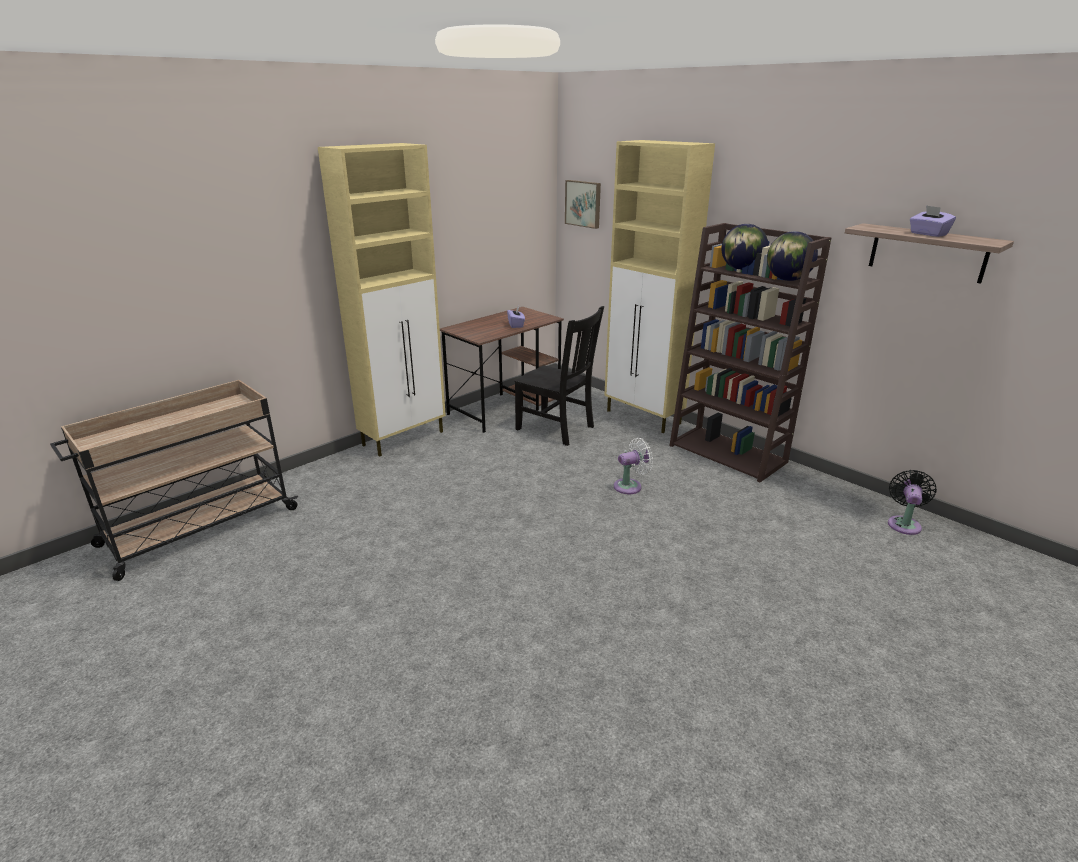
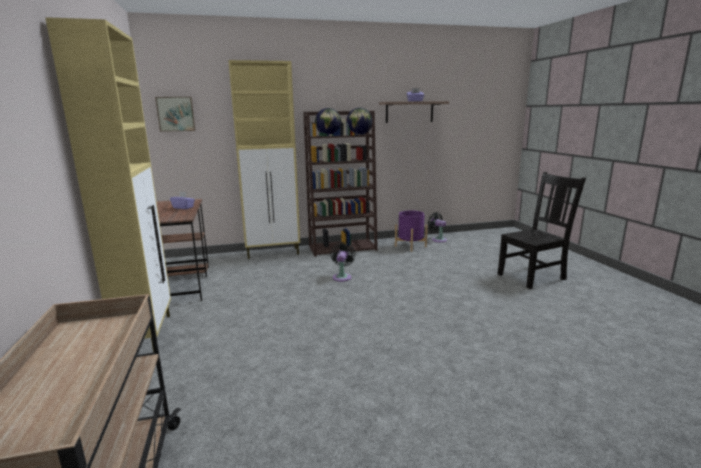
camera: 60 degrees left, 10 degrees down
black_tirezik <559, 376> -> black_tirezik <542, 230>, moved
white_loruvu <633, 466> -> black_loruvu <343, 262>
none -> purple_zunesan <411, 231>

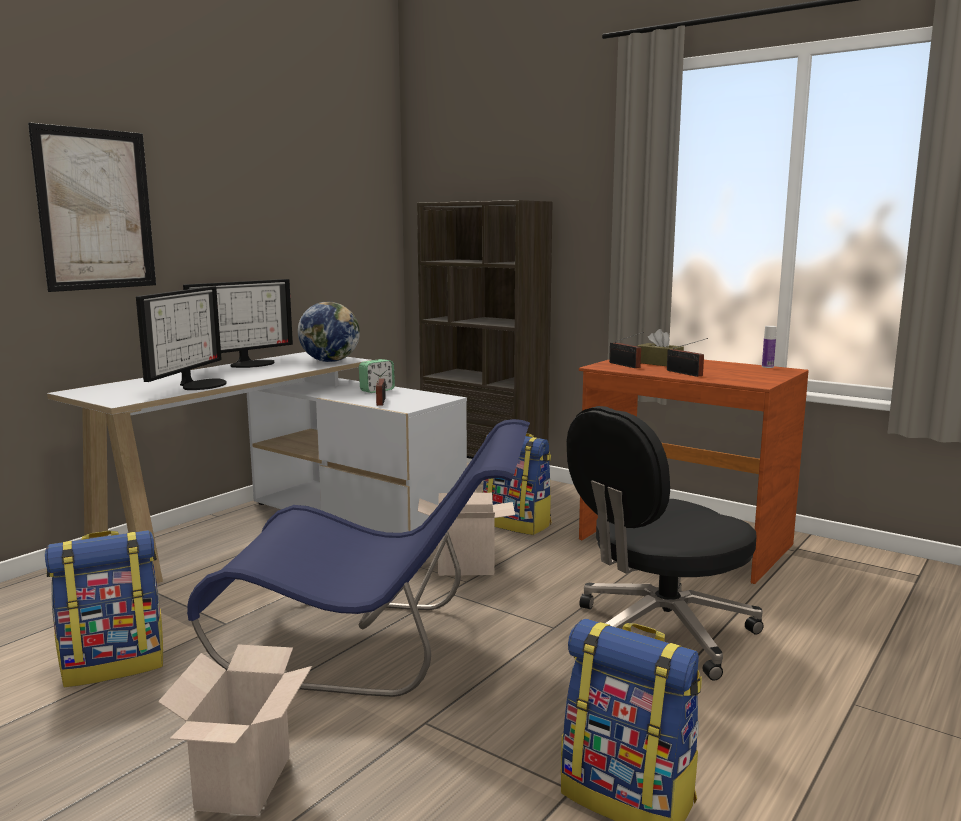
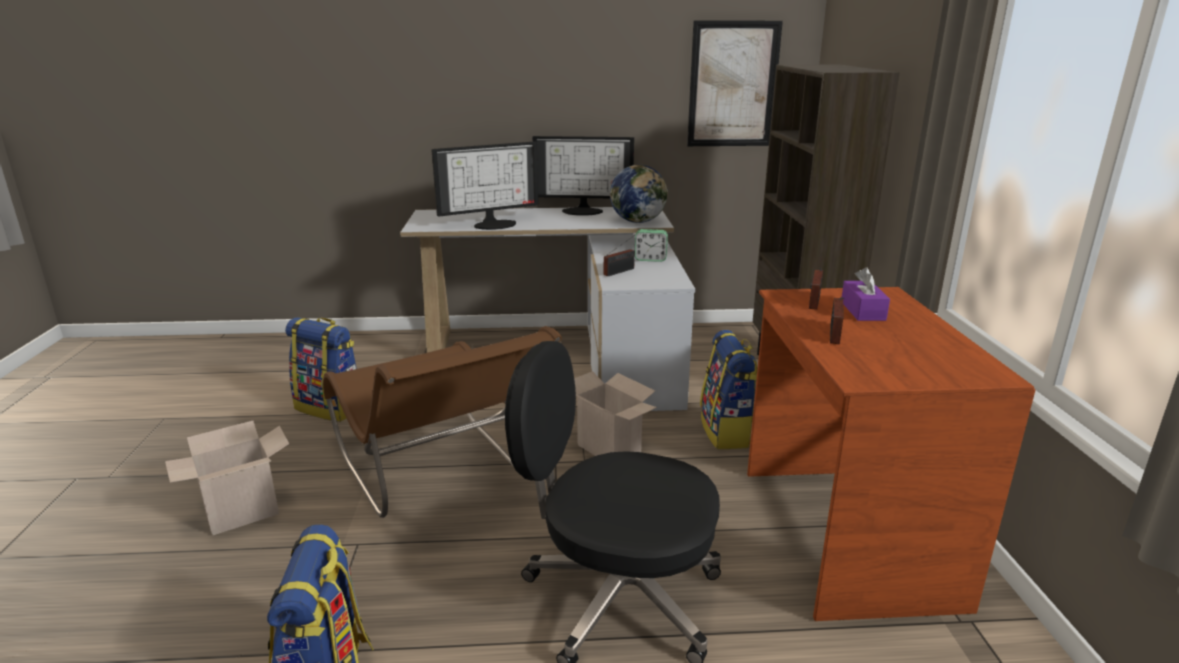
camera: 50 degrees right, 10 degrees up
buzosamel <92, 207> -> buzosamel <735, 83>, moved
blue_tirezik <358, 558> -> brown_tirezik <442, 422>
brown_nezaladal <660, 347> -> purple_nezaladal <866, 294>
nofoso <769, 347> -> none

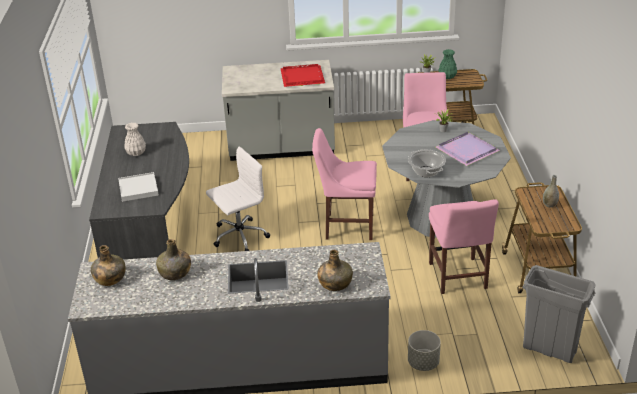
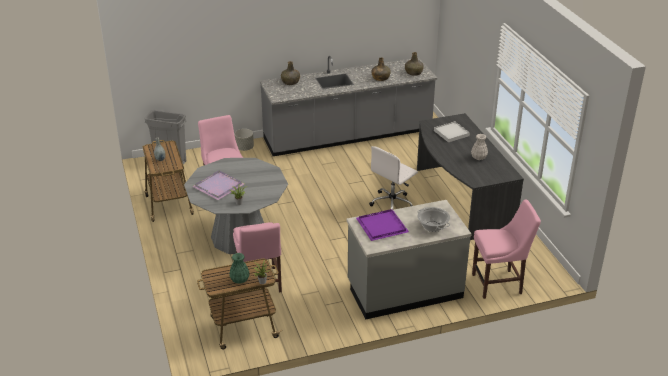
camera: 165 degrees right, 0 degrees up
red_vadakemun <302, 75> -> purple_vadakemun <382, 225>
pink_tirezik <344, 184> -> pink_tirezik <506, 249>, moved
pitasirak <427, 163> -> pitasirak <433, 219>, moved

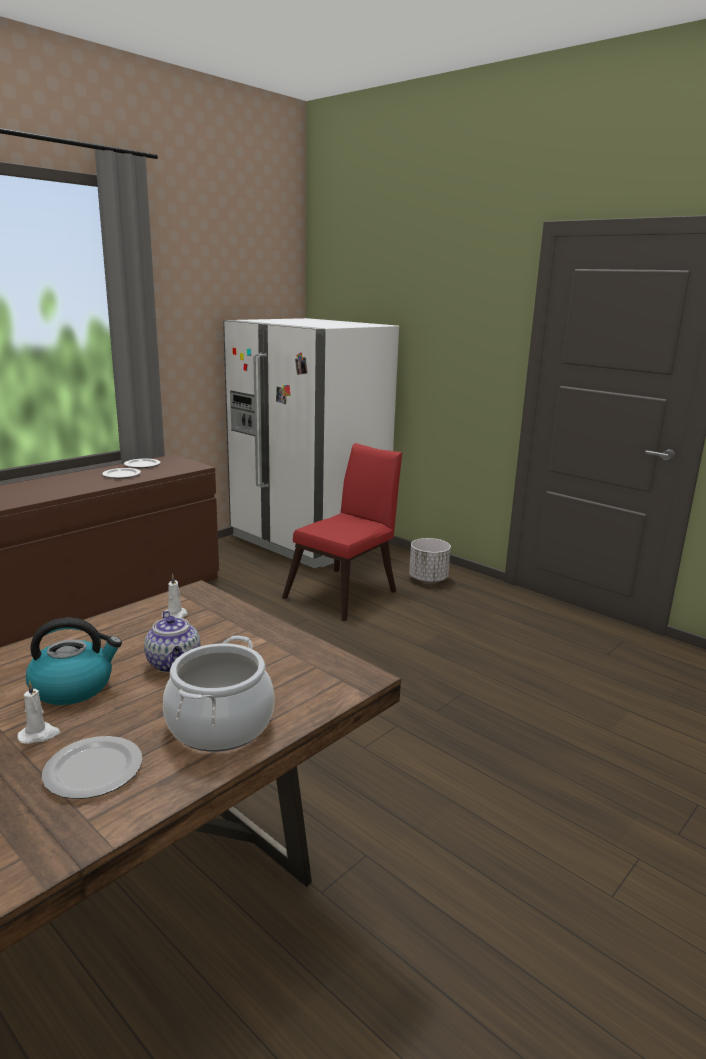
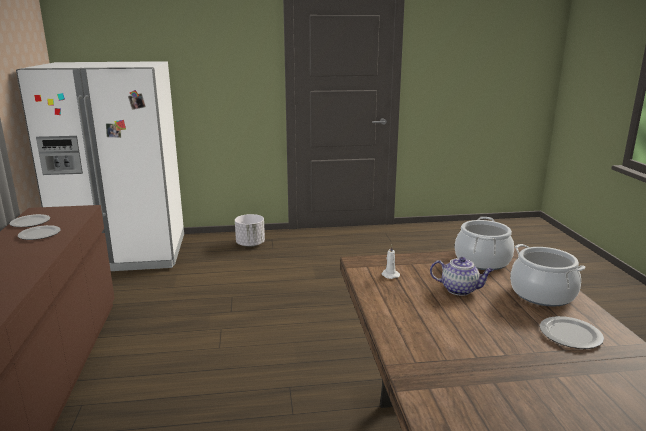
camera: 50 degrees left, 0 degrees up
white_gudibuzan <38, 712> -> none
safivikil <74, 661> -> none
red_tirezik <342, 532> -> none
none -> pitasirak <484, 243>

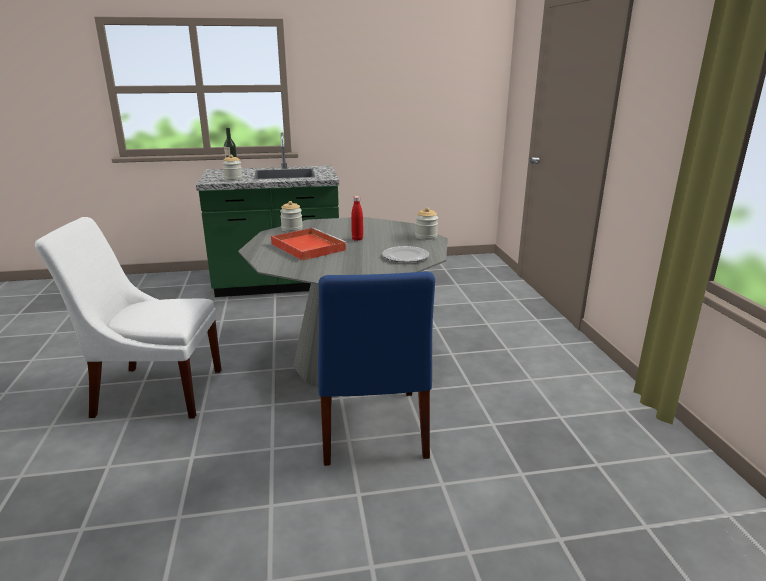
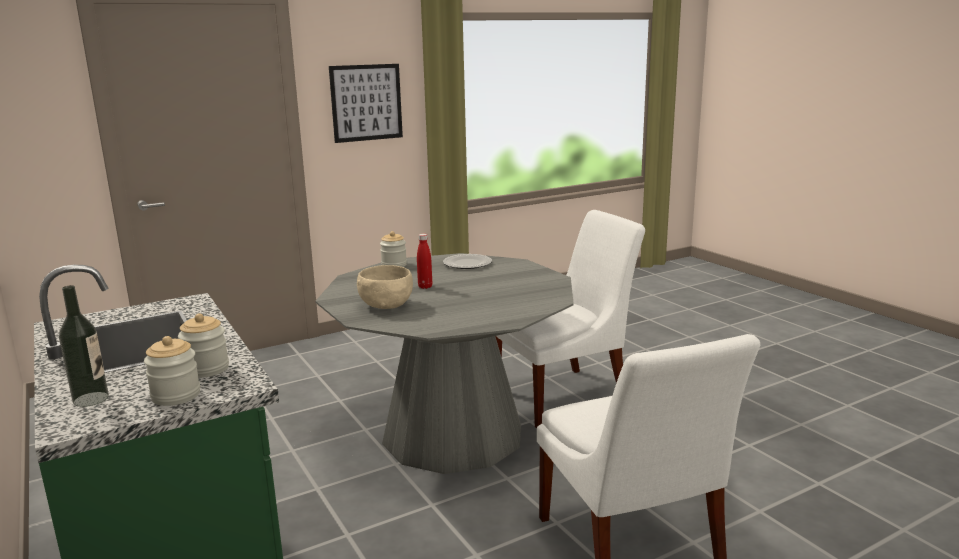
camera: 110 degrees left, 5 degrees down
red_vadakemun <309, 244> -> none
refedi <291, 216> -> refedi <172, 371>, moved
blue_tirezik <376, 368> -> white_tirezik <570, 319>
none -> buzosamel <366, 103>
none -> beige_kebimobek <385, 287>

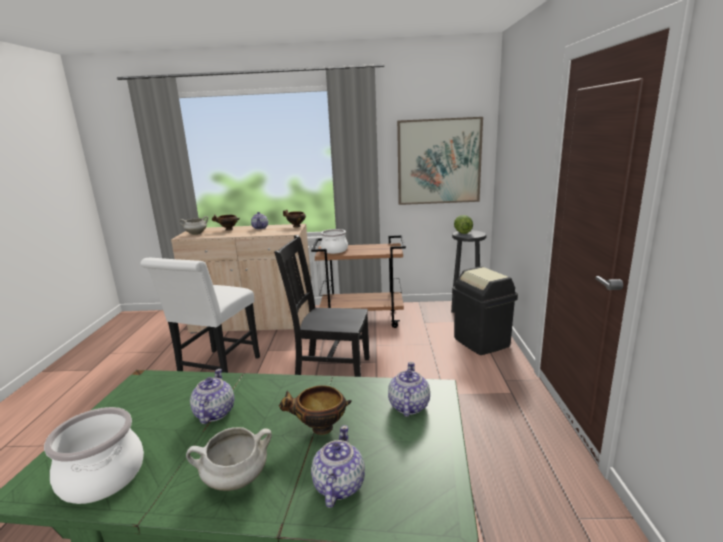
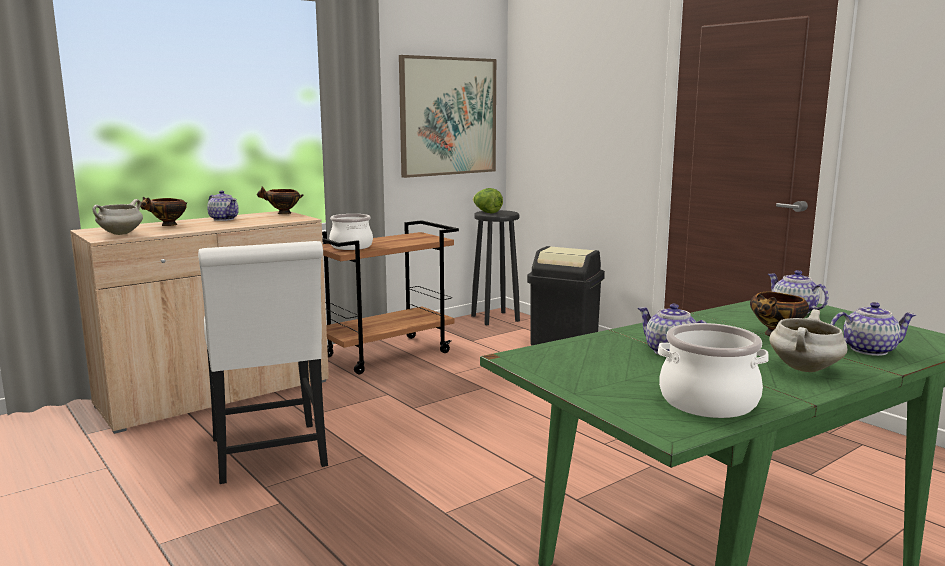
camera: 40 degrees left, 5 degrees down
black_tirezik <321, 306> -> none
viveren <338, 466> -> viveren <873, 329>, 120 degrees clockwise

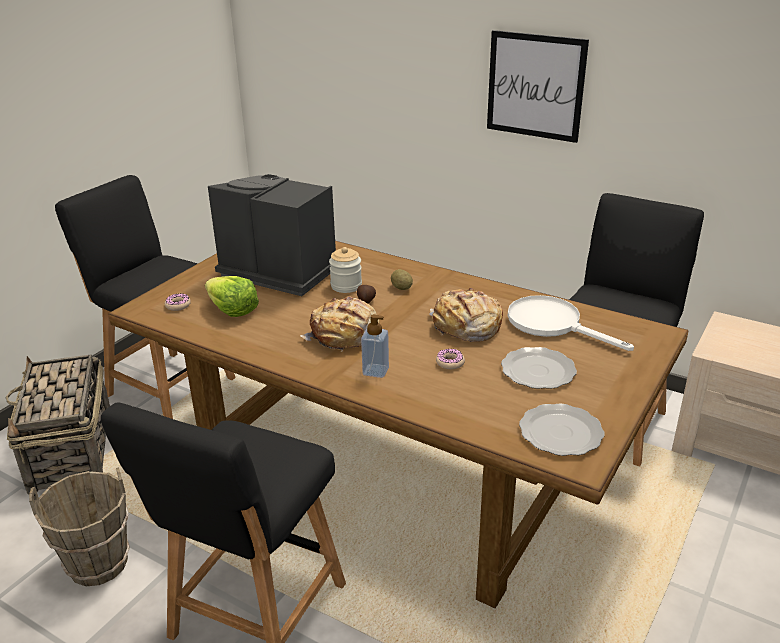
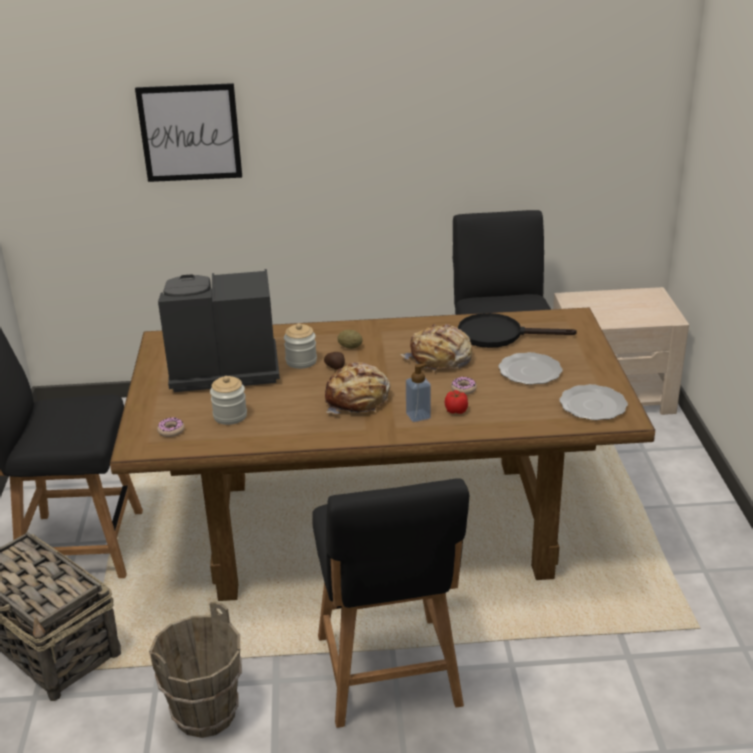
camera: 35 degrees left, 0 degrees up
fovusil <232, 296> -> refedi <228, 400>
buzosamel <538, 86> -> buzosamel <188, 132>, moved
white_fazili <571, 323> -> black_fazili <517, 330>
none -> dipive <456, 402>

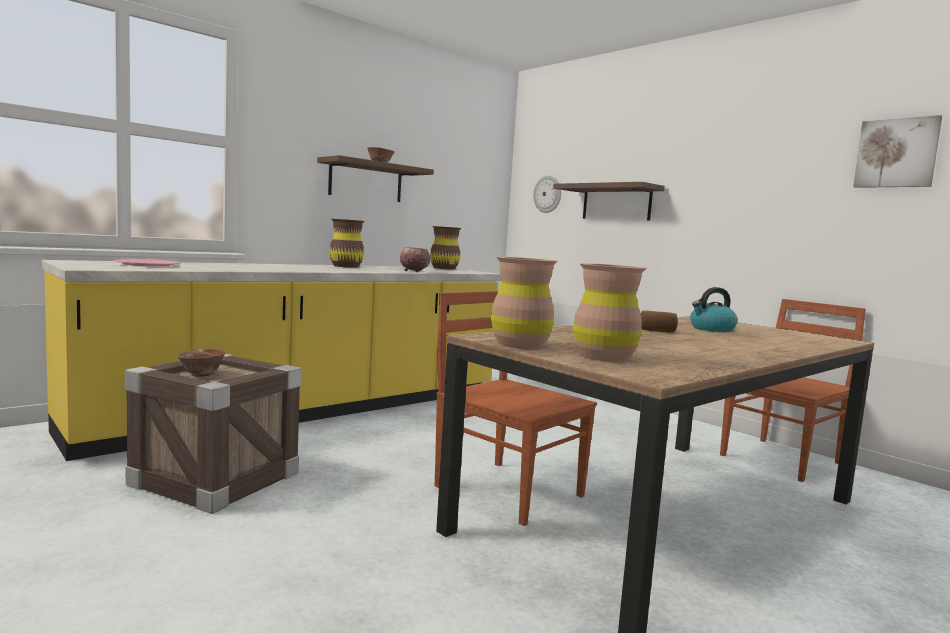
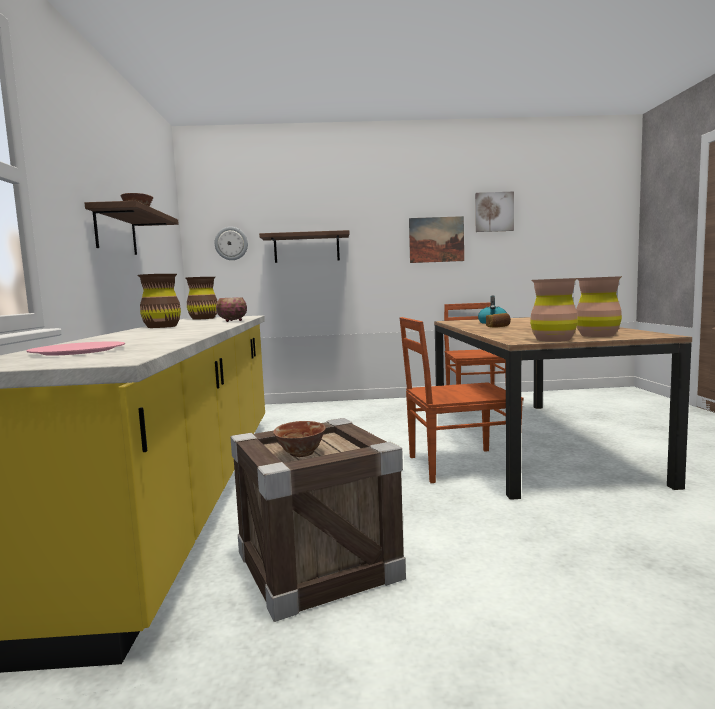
camera: 50 degrees left, 0 degrees up
none -> buzosamel <436, 239>

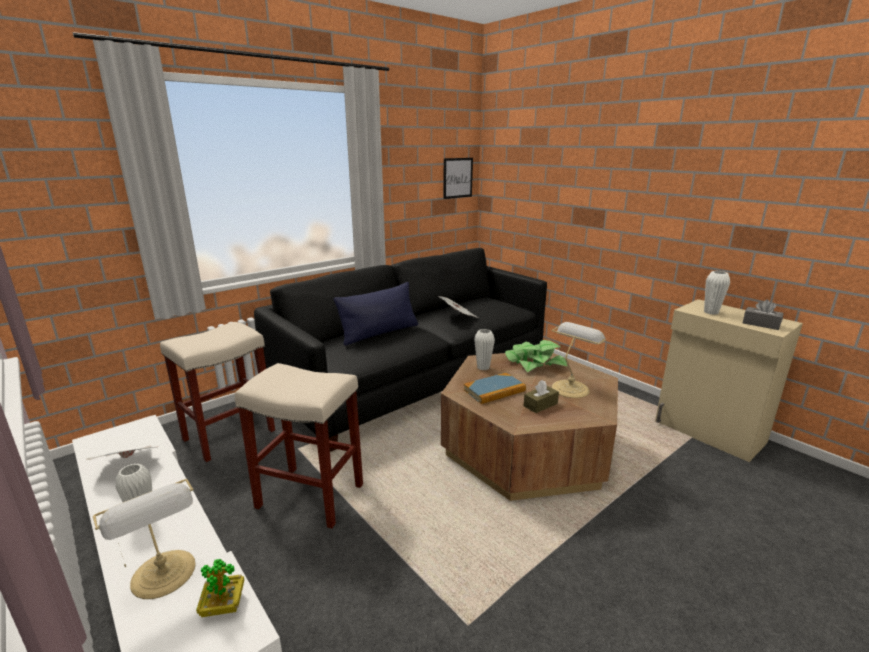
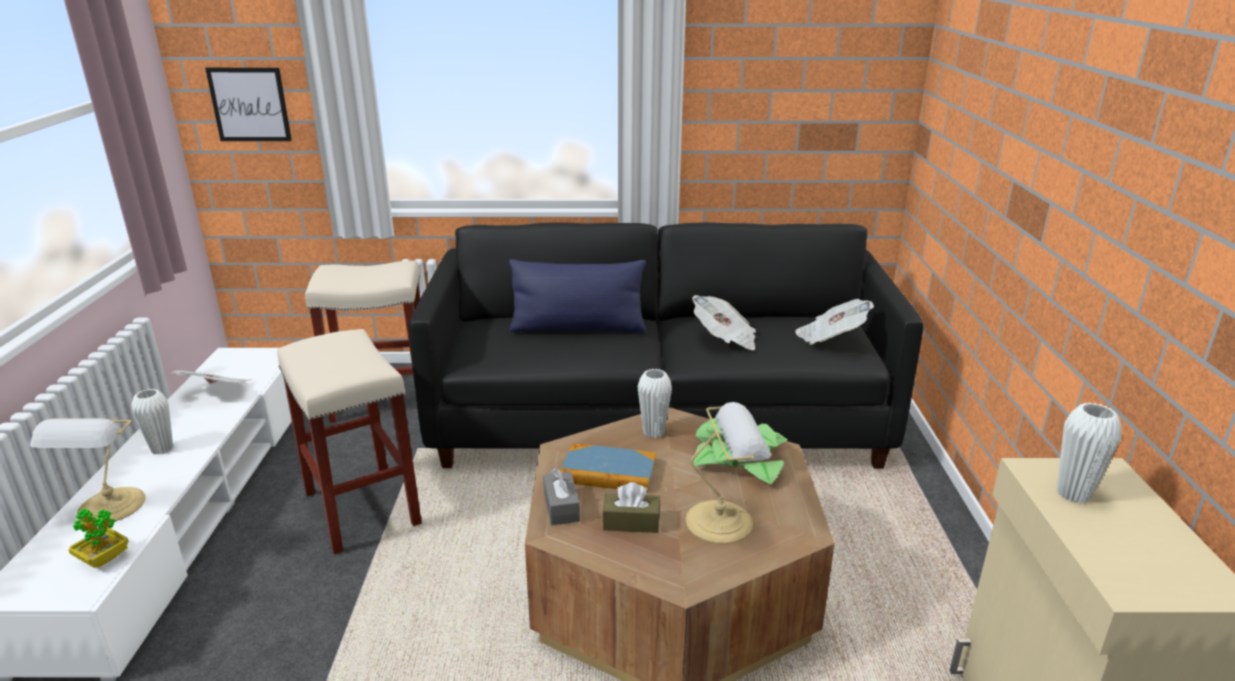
camera: 40 degrees right, 5 degrees up
buzosamel <458, 178> -> buzosamel <248, 104>, moved
grey_nezaladal <763, 314> -> grey_nezaladal <561, 497>, moved
none -> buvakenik <834, 322>

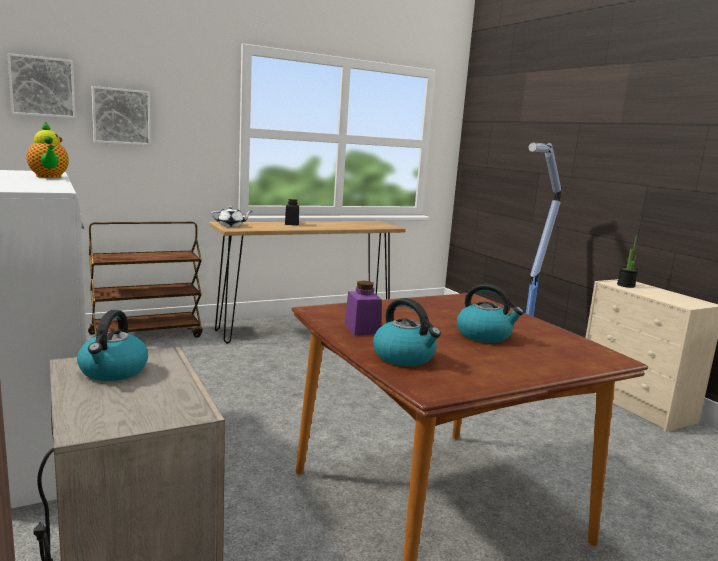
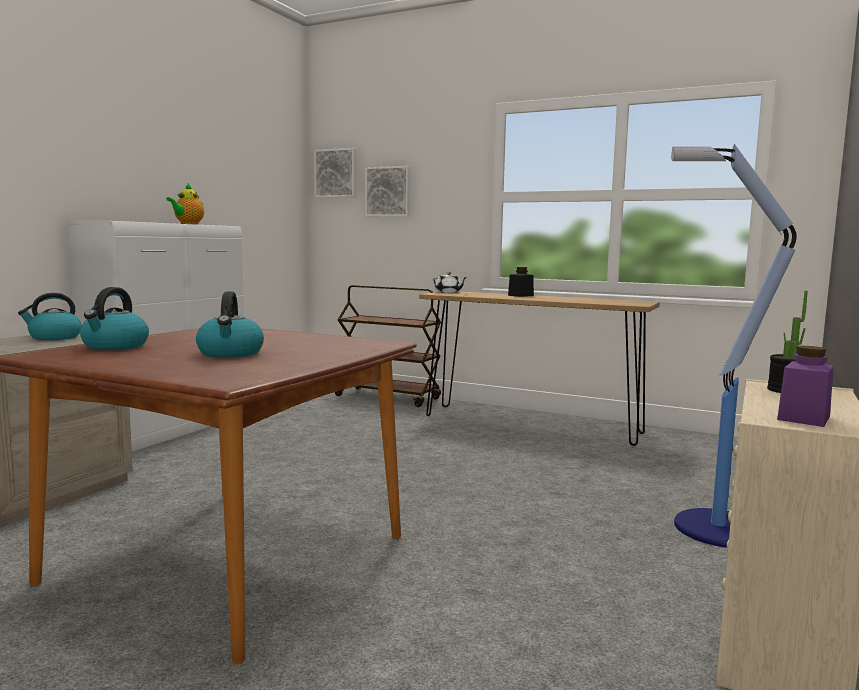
camera: 55 degrees right, 5 degrees down
purple_refedi <363, 308> -> purple_refedi <805, 386>, moved

